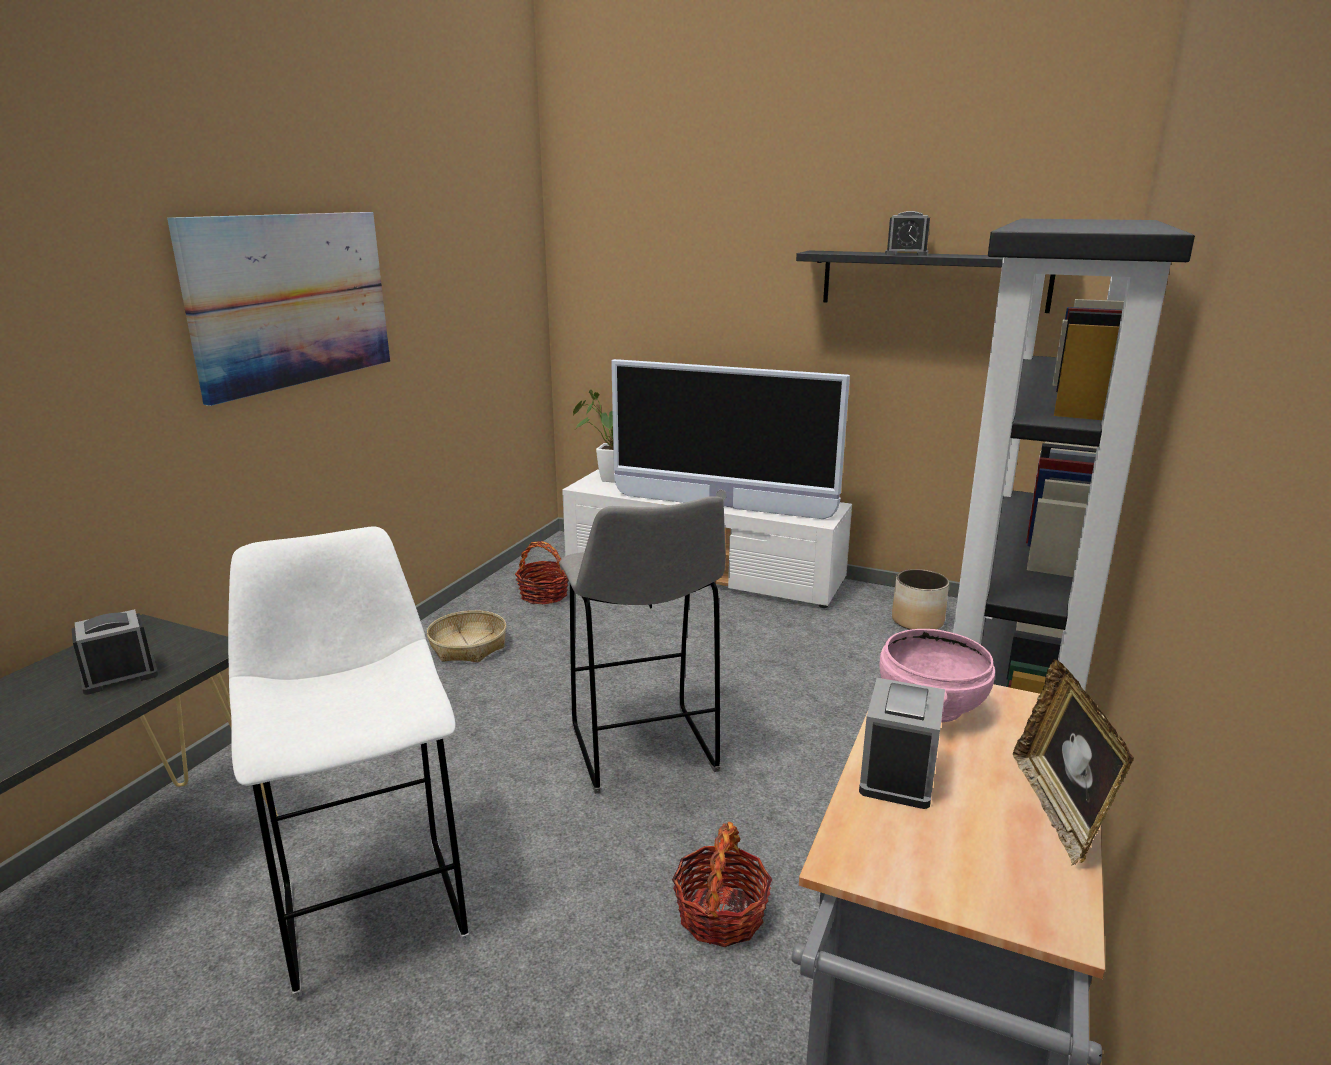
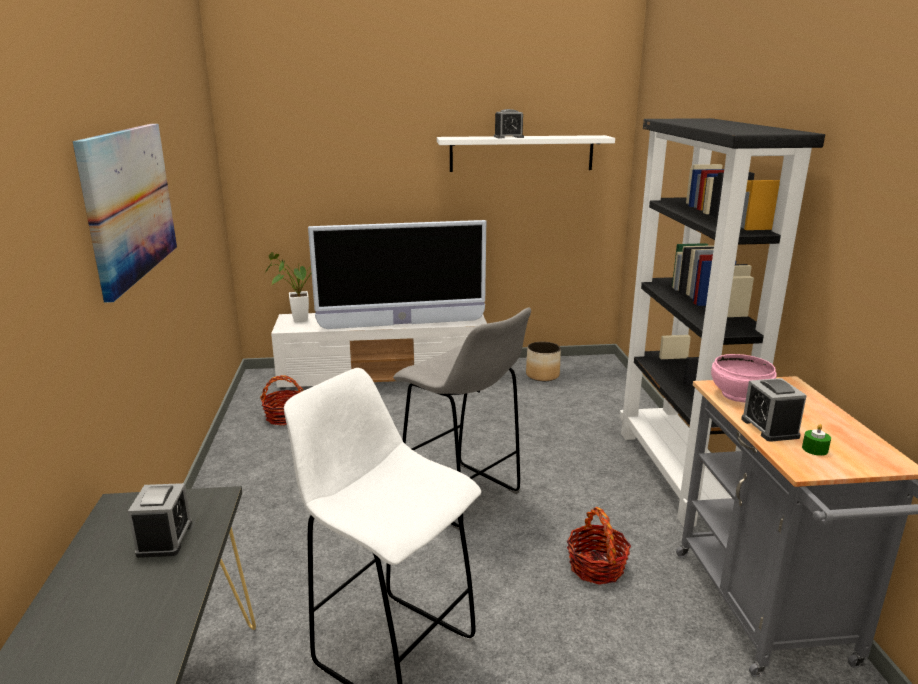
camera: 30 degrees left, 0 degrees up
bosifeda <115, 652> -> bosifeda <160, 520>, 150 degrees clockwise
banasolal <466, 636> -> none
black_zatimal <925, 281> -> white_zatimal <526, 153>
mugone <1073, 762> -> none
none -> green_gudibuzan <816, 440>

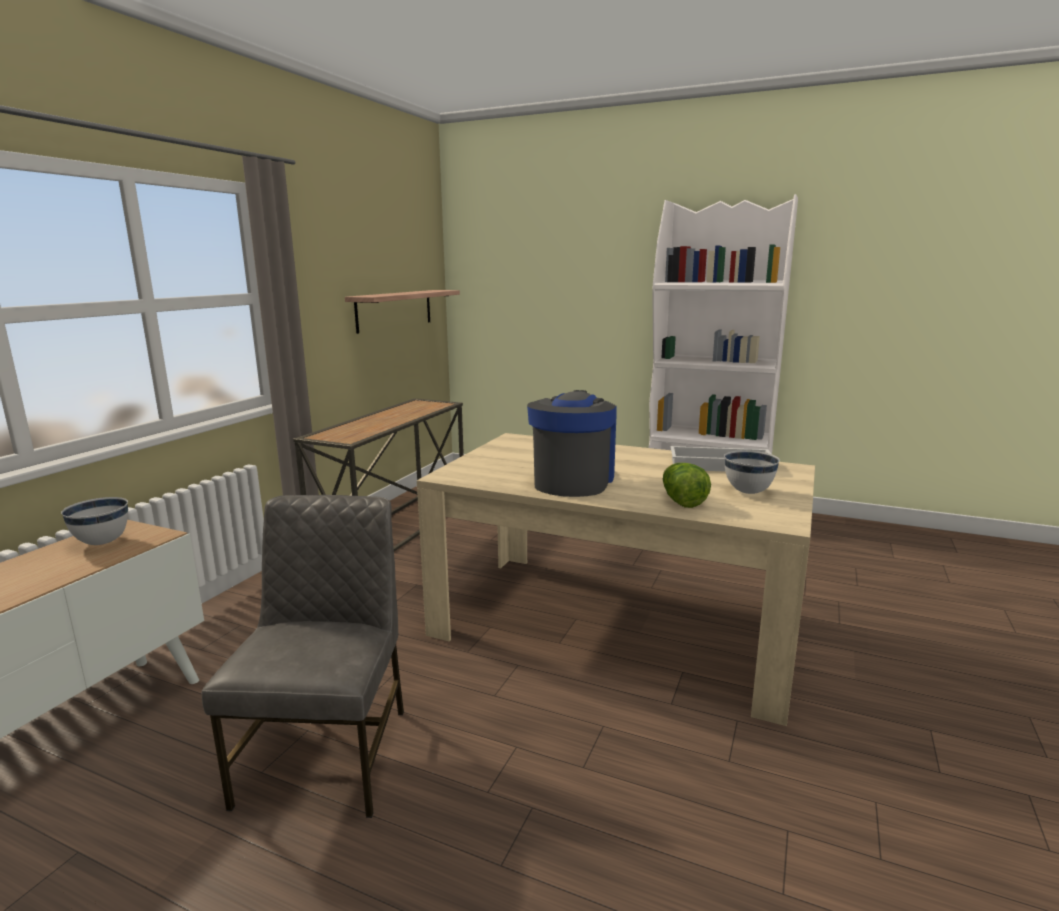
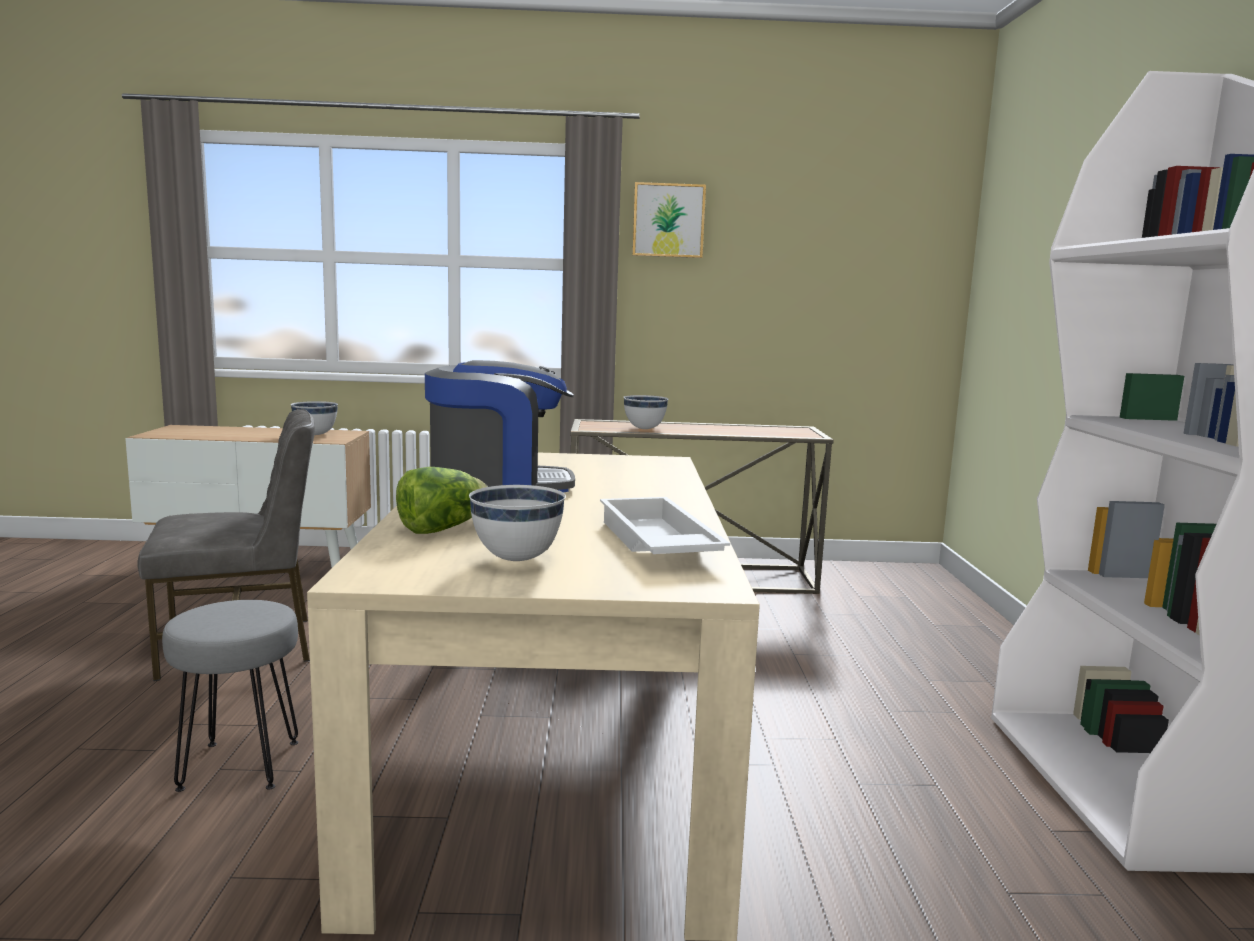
camera: 65 degrees right, 5 degrees down
zatimal <402, 312> -> none
none -> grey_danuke <230, 696>
none -> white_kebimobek <646, 412>
none -> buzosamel <669, 220>

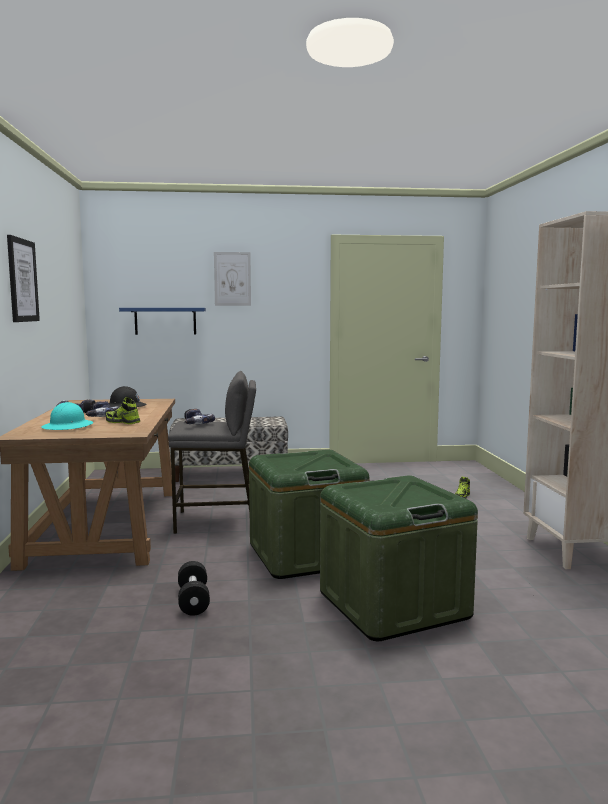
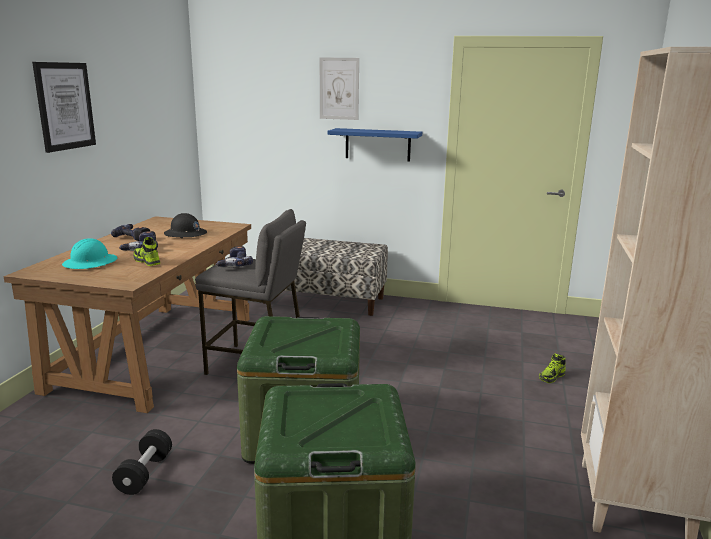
camera: 20 degrees right, 10 degrees up
blue_zatimal <162, 321> -> blue_zatimal <375, 145>, moved

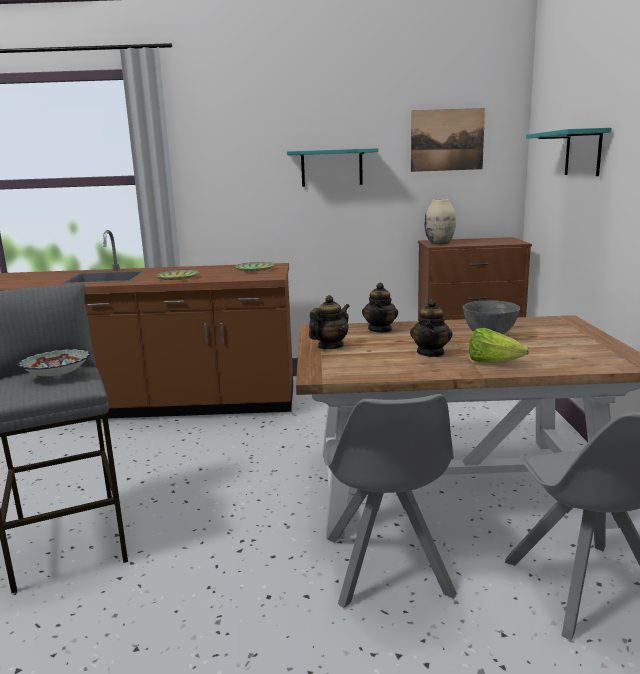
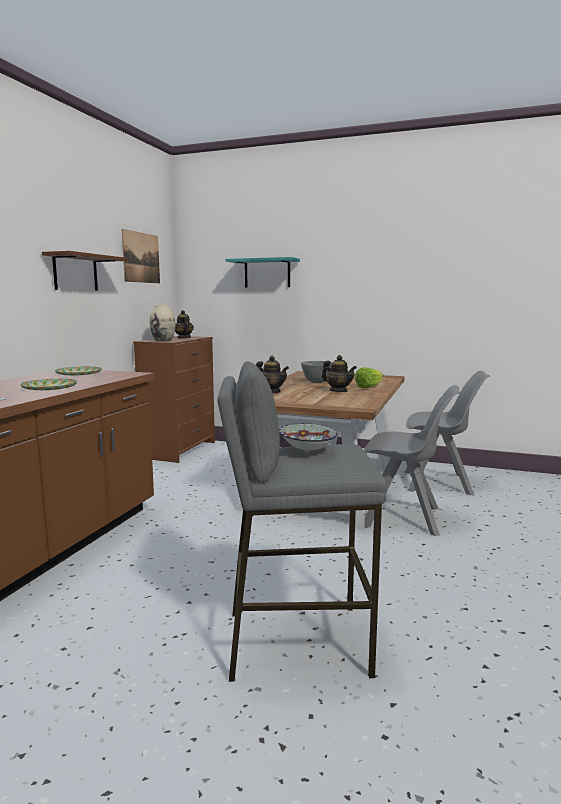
camera: 70 degrees left, 5 degrees down
turquoise_zatimal <332, 167> -> brown_zatimal <85, 271>
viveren <329, 322> -> viveren <184, 324>, moved

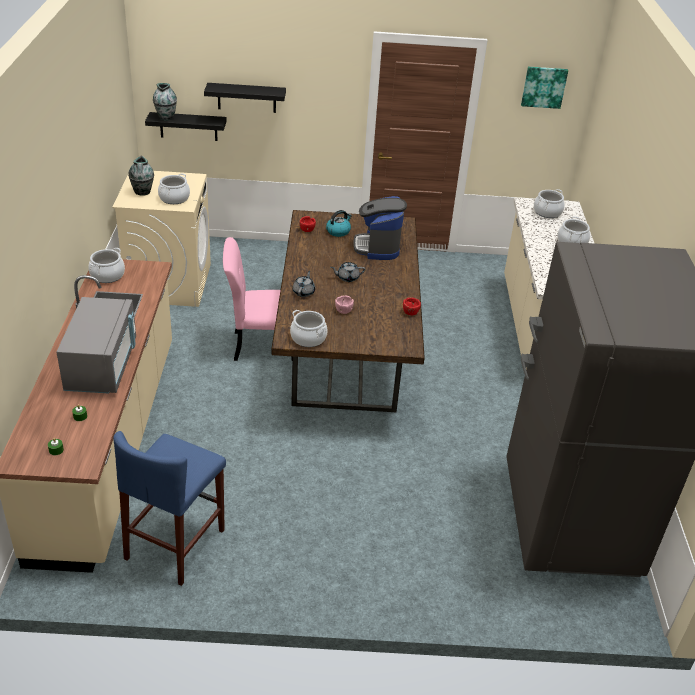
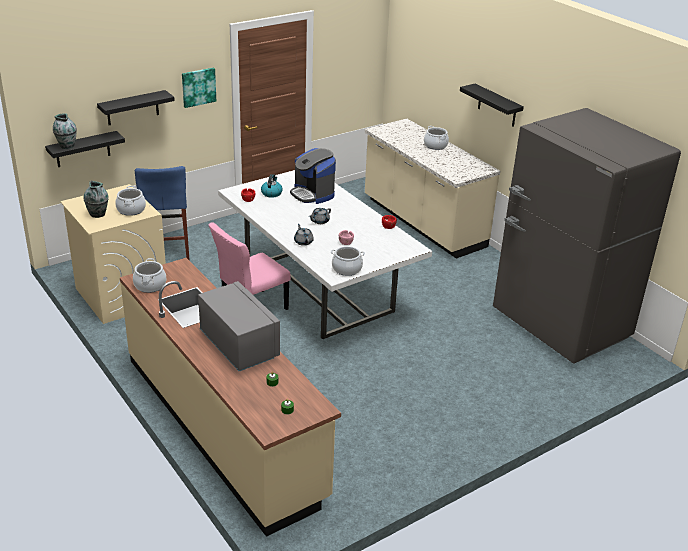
camera: 35 degrees left, 5 degrees down
blue_danuke <169, 508> -> blue_danuke <162, 213>, moved
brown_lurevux <348, 311> -> white_lurevux <325, 254>
buzosamel <544, 88> -> buzosamel <199, 88>, moved
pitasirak <549, 203> -> none
none -> black_zatimal <492, 105>

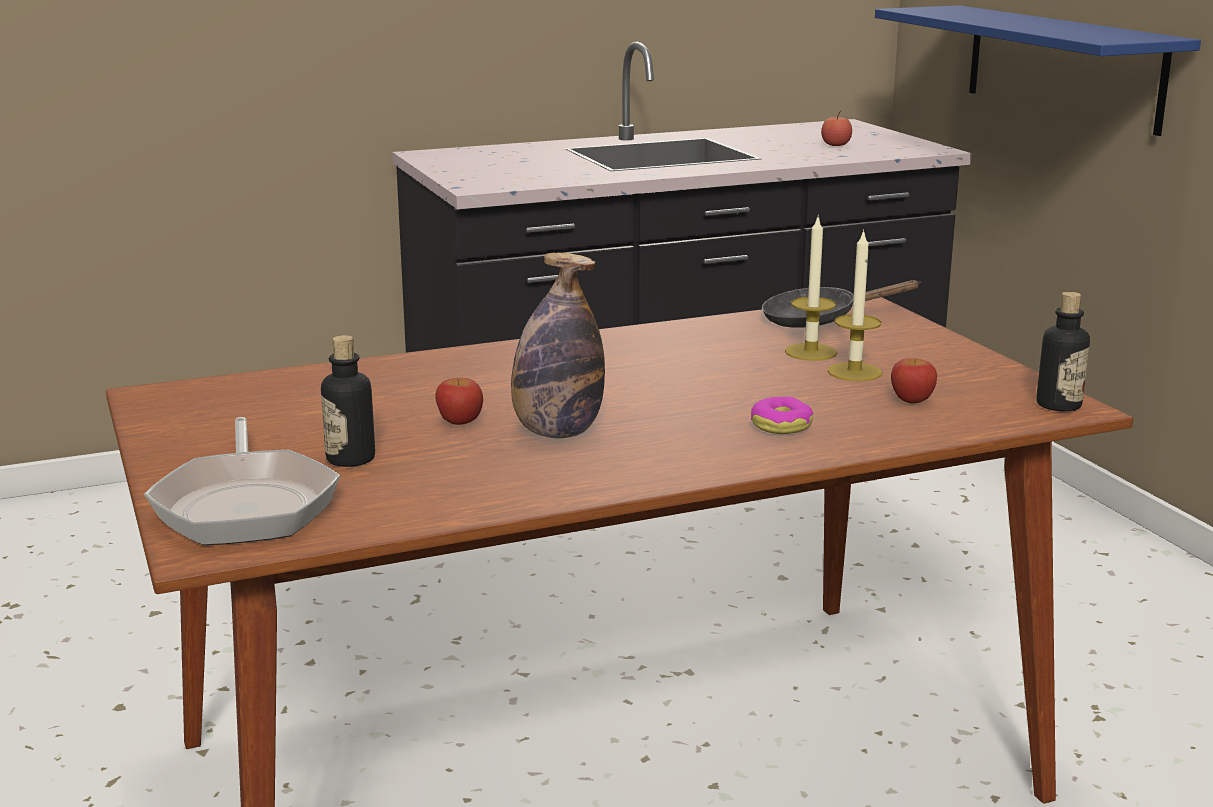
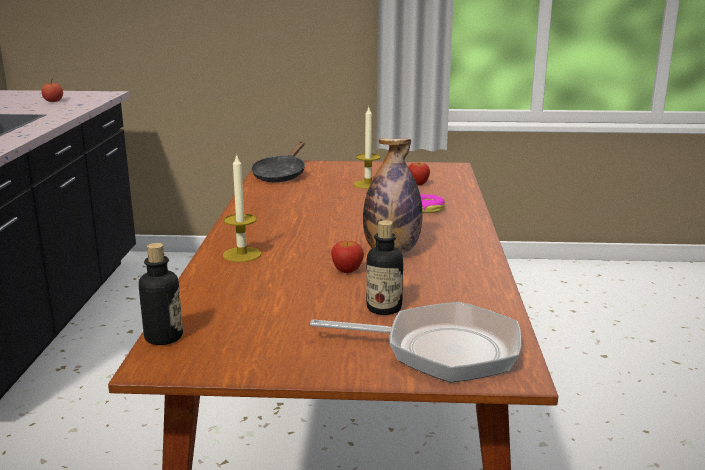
camera: 65 degrees left, 0 degrees up
gudibuzan <811, 287> -> gudibuzan <242, 207>, moved
blue_zatimal <1038, 70> -> none
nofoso <1063, 352> -> nofoso <161, 294>, moved

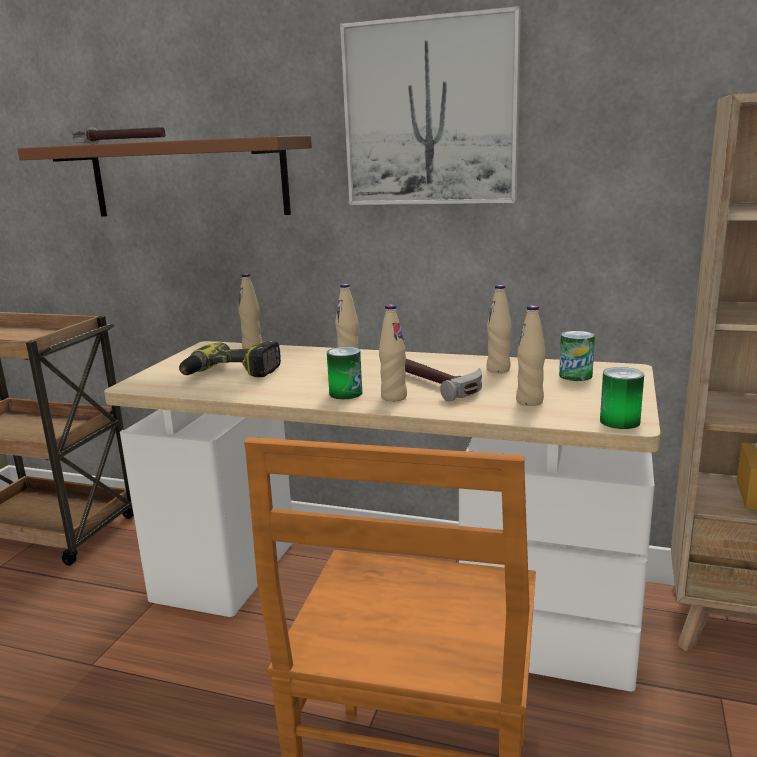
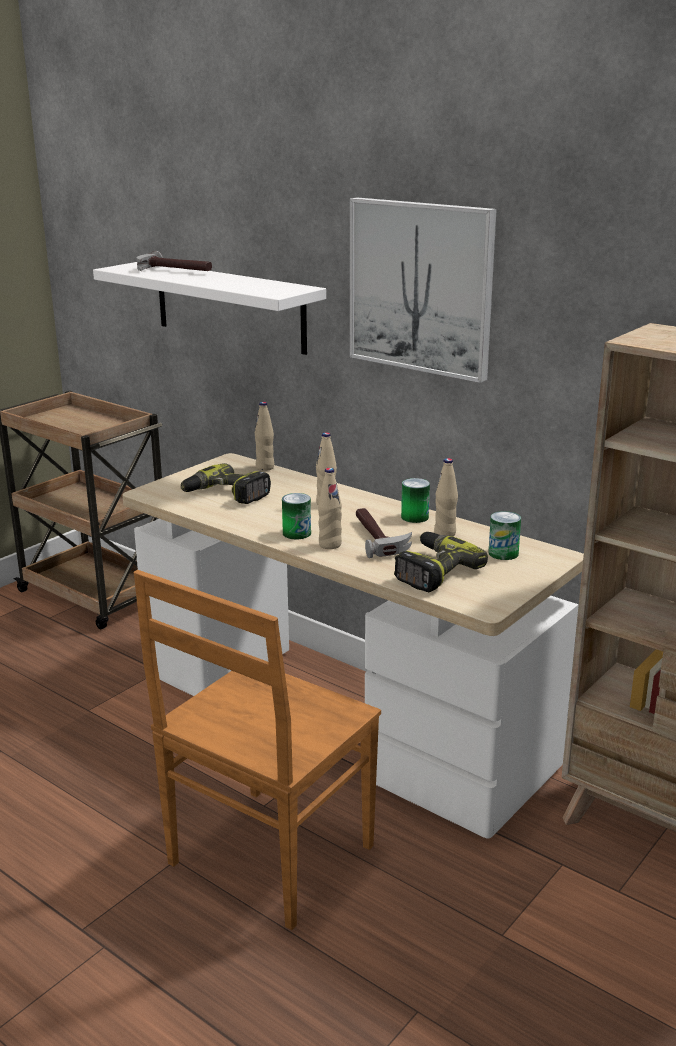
camera: 20 degrees right, 5 degrees up
brown_zatimal <164, 176> -> white_zatimal <209, 308>
beige_nofoso <531, 355> -> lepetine <441, 562>
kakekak <622, 398> -> kakekak <415, 500>, moved

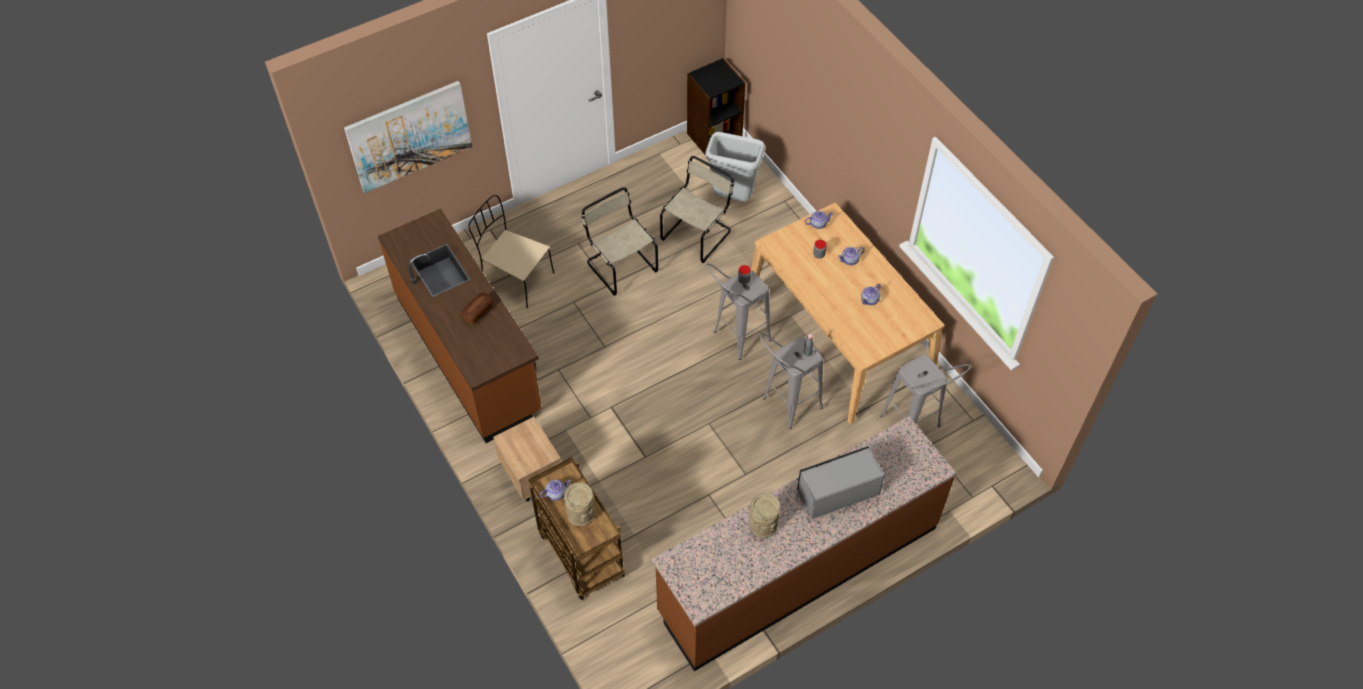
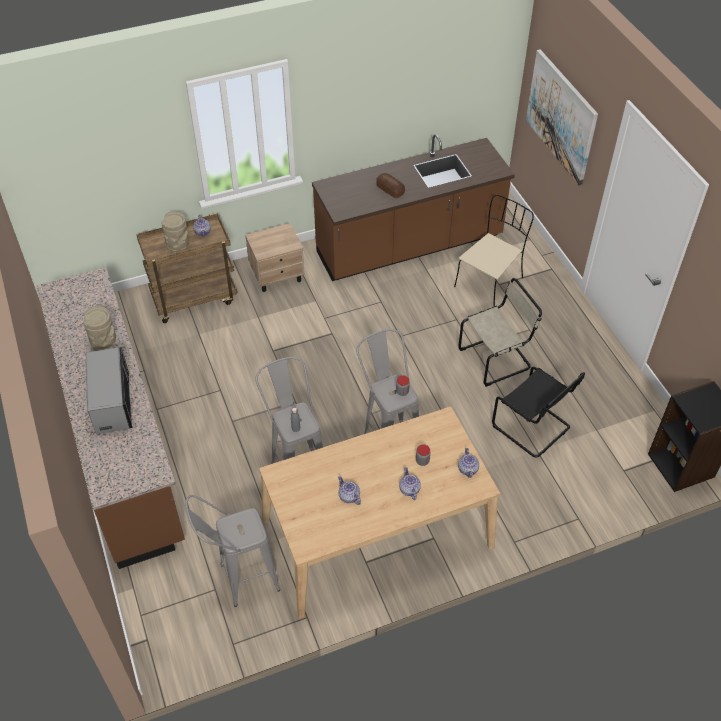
camera: 100 degrees right, 5 degrees down
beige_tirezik <697, 209> -> black_tirezik <538, 412>
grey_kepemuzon <735, 167> -> none

